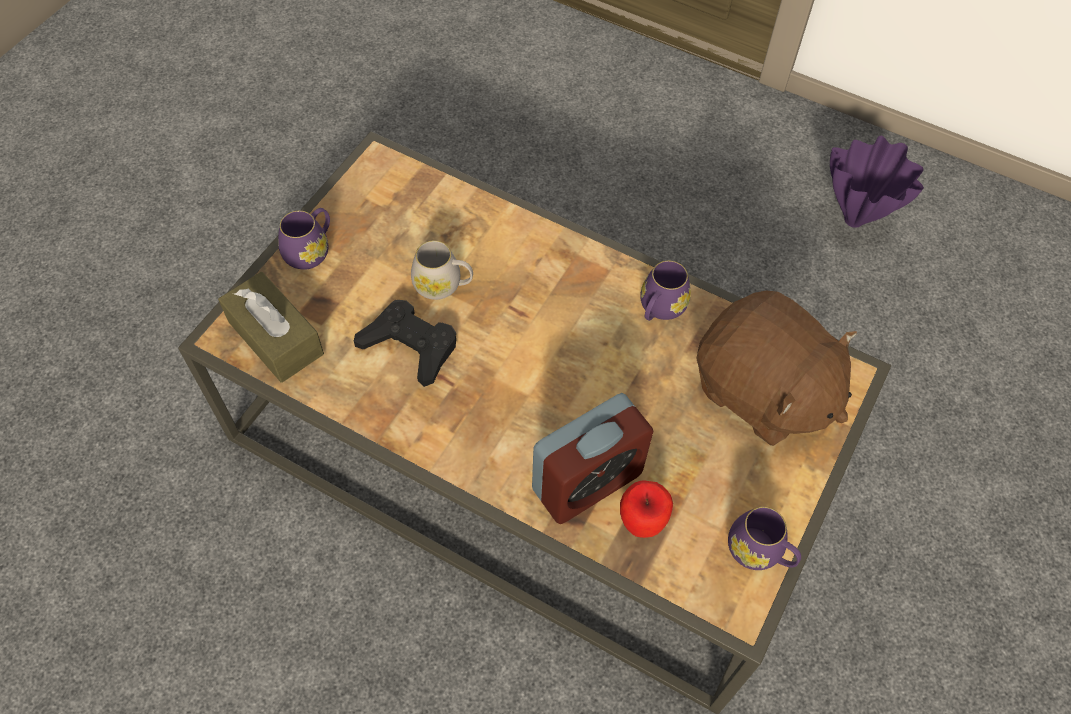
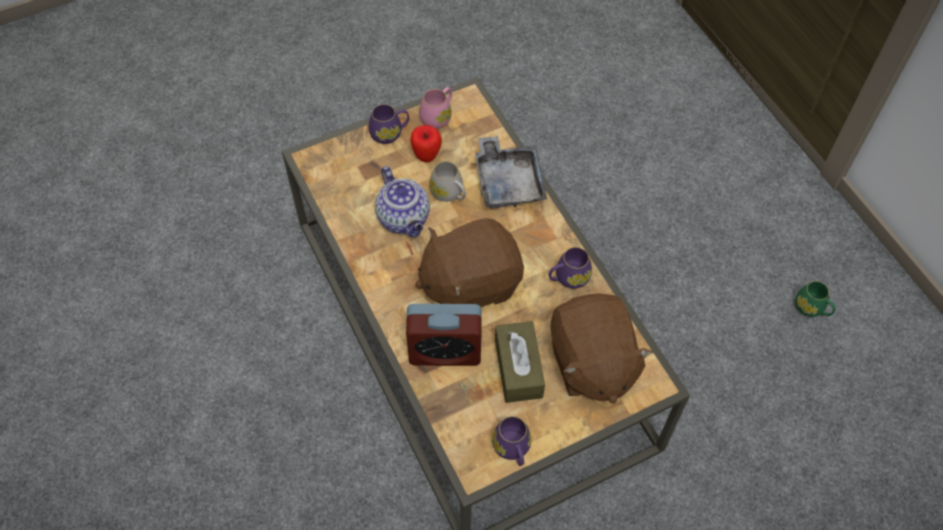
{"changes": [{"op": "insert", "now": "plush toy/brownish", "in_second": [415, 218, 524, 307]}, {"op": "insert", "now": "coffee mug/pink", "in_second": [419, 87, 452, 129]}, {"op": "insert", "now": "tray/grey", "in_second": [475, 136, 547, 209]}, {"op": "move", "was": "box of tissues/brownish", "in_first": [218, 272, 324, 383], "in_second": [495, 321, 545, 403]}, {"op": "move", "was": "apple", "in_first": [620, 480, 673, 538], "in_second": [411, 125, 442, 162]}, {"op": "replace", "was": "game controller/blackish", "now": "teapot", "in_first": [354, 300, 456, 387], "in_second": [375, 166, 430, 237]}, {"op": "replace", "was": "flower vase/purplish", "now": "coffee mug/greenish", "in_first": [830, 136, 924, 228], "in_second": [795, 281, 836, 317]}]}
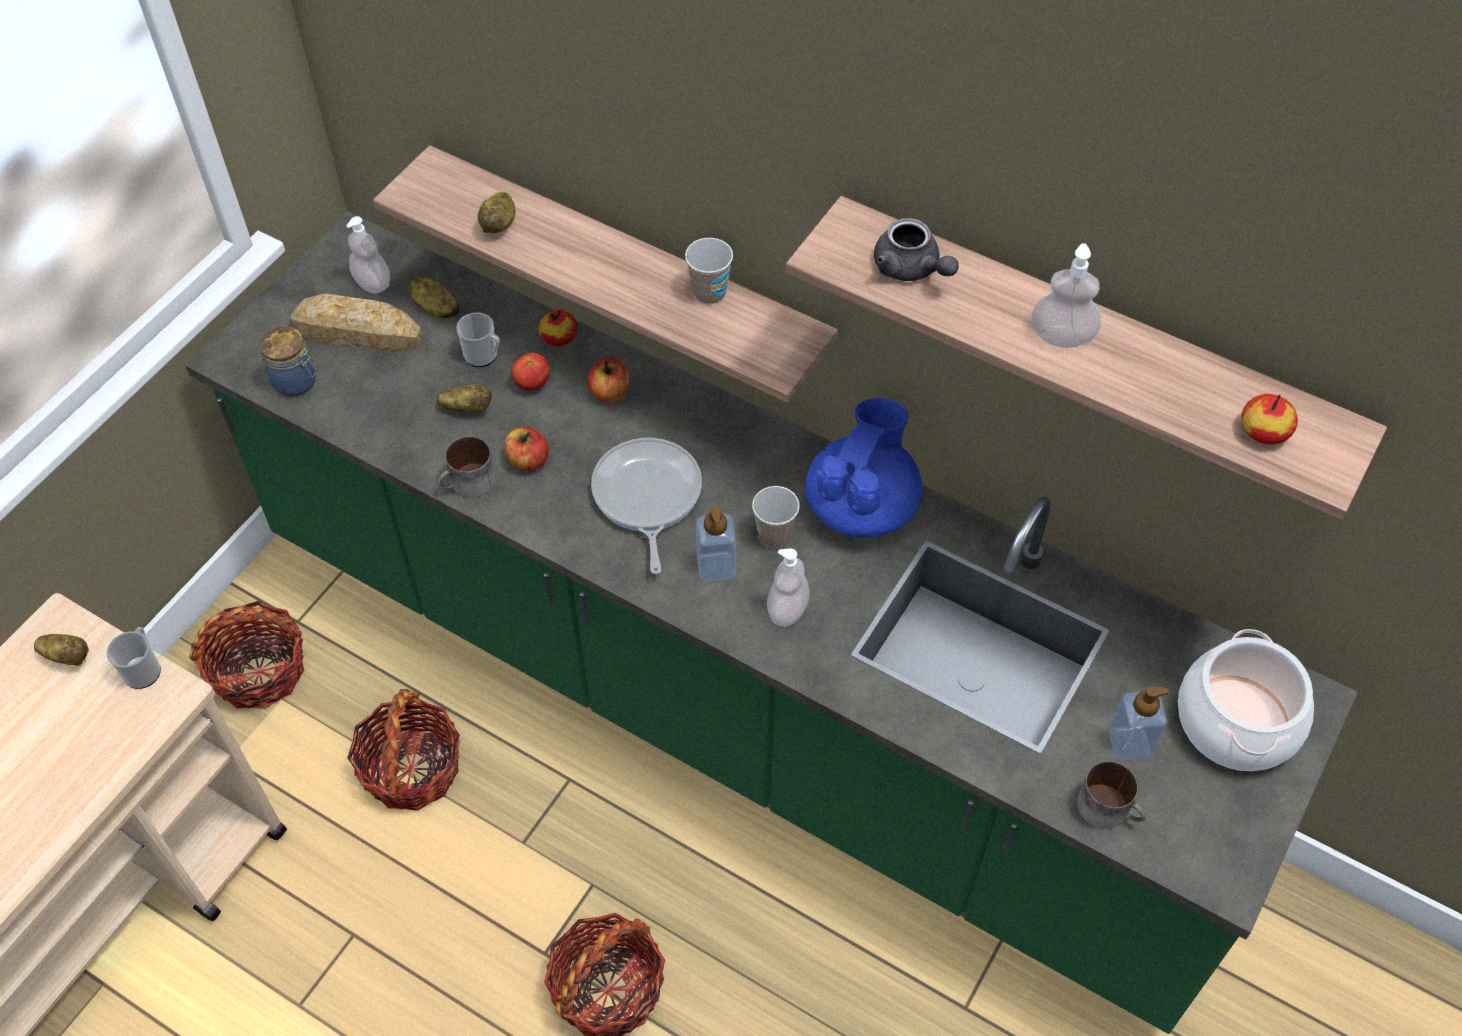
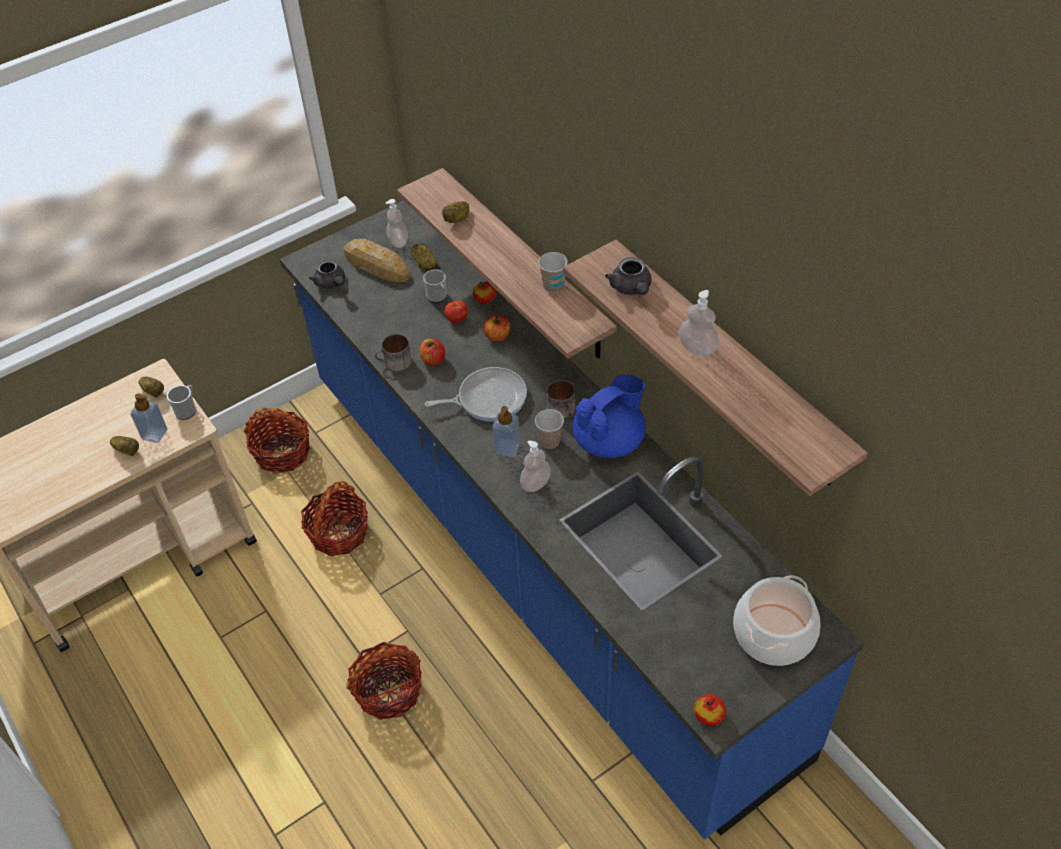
{"changes": [{"op": "move", "was": "whole potato", "in_first": [437, 384, 492, 411], "in_second": [110, 436, 139, 456]}, {"op": "move", "was": "coffee mug", "in_first": [1077, 761, 1146, 829], "in_second": [547, 380, 575, 418]}, {"op": "move", "was": "soap bottle", "in_first": [1108, 686, 1169, 760], "in_second": [130, 393, 168, 443]}, {"op": "move", "was": "apple", "in_first": [1241, 394, 1298, 445], "in_second": [694, 694, 726, 726]}, {"op": "replace", "was": "storage jar", "now": "teapot/grey", "in_first": [260, 326, 316, 397], "in_second": [309, 260, 345, 289]}, {"op": "recolor", "was": "kitchen counter/greenish", "now": "kitchen counter/blue-coloured", "in_first": [186, 211, 1358, 1034], "in_second": [280, 200, 864, 839]}, {"op": "rotate", "was": "skillet", "in_first": [591, 438, 702, 574], "in_second": [425, 367, 527, 422], "clockwise": 60}]}
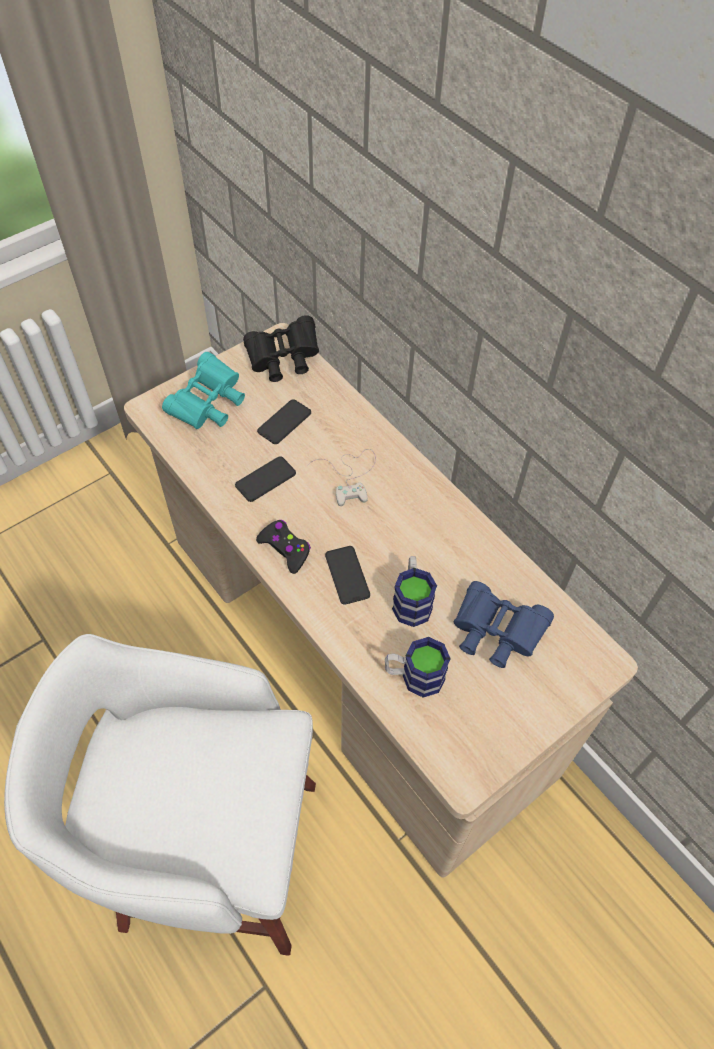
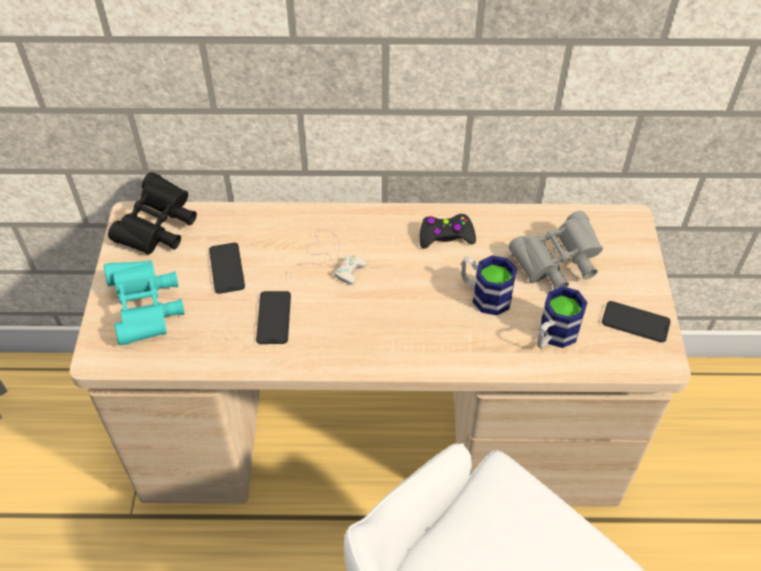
{"changes": [{"op": "move", "was": "game controller/blackish", "in_first": [256, 520, 311, 574], "in_second": [420, 214, 476, 249]}, {"op": "move", "was": "phone", "in_first": [325, 546, 370, 605], "in_second": [602, 301, 671, 343]}, {"op": "recolor", "was": "field glasses/blue-coloured", "now": "field glasses/grey", "in_first": [454, 581, 554, 668], "in_second": [508, 211, 603, 289]}]}
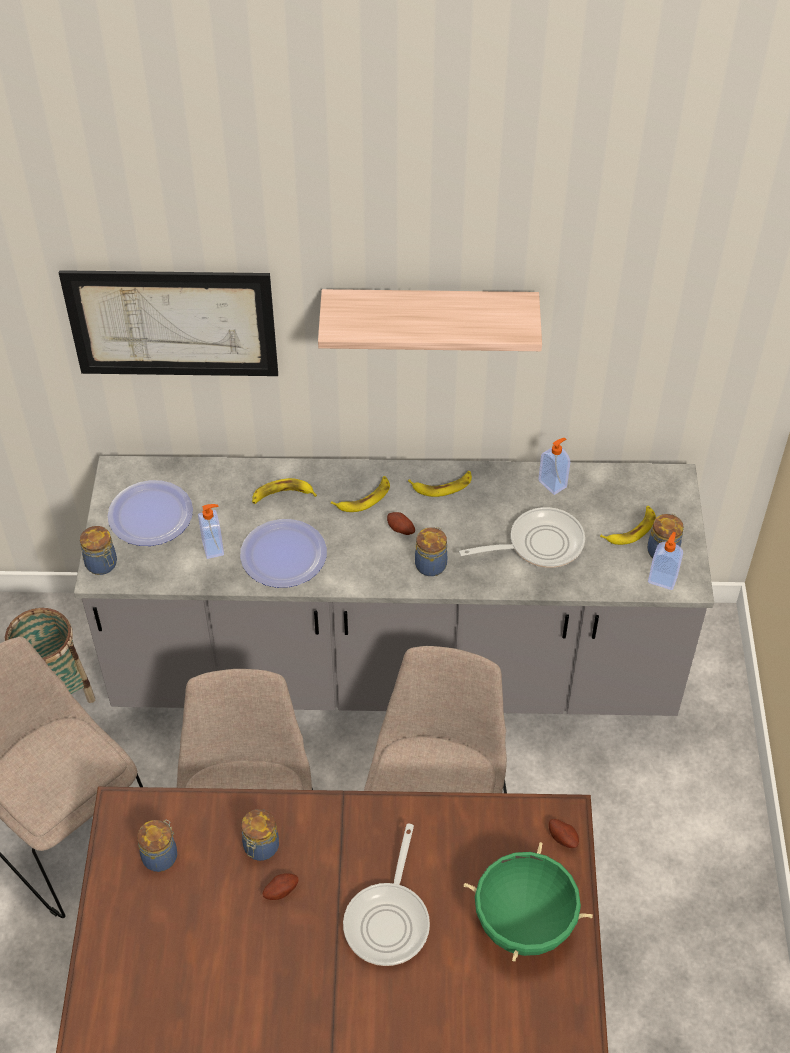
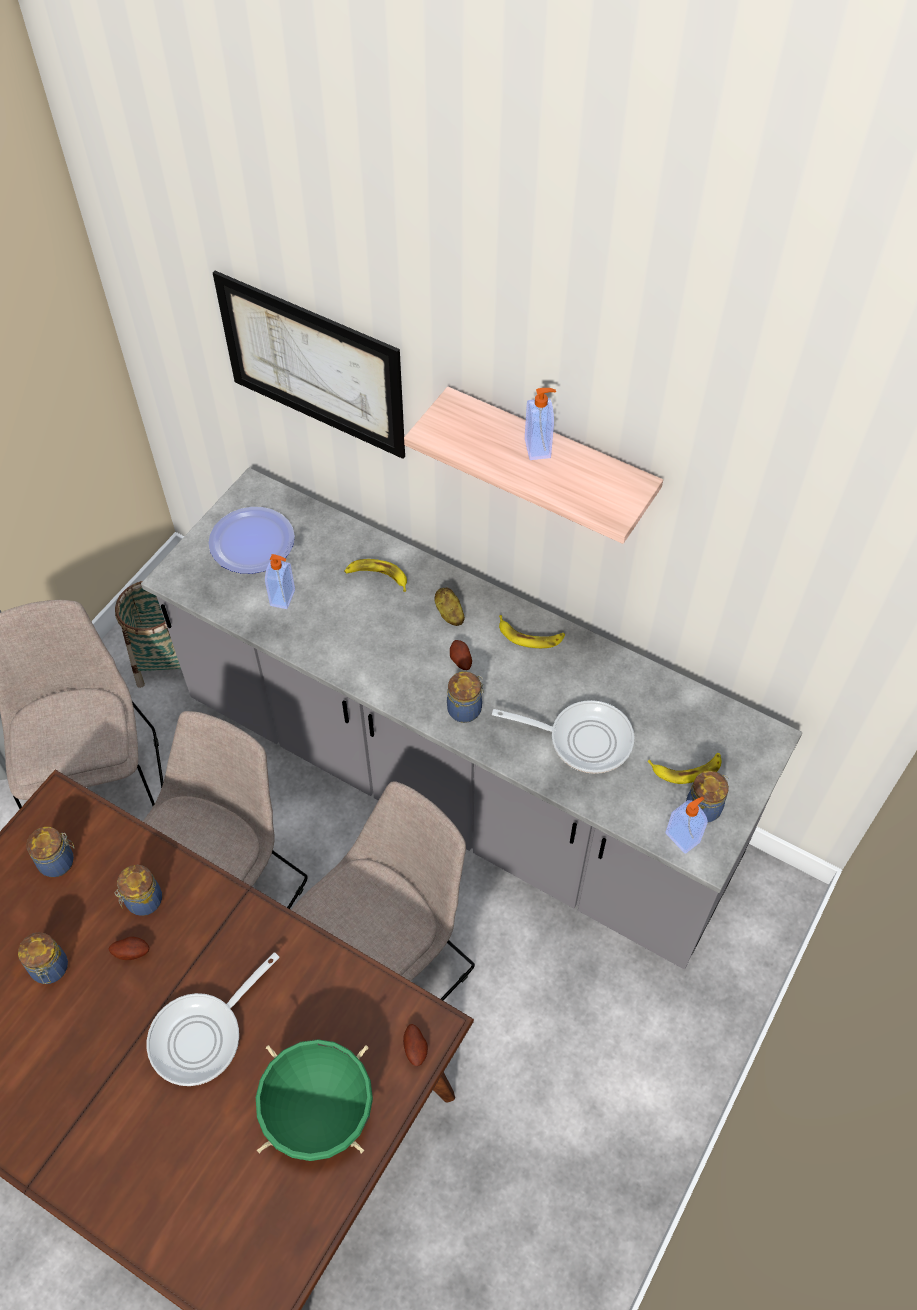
{"changes": [{"op": "delete", "was": "dinner plate", "in_first": [240, 519, 327, 588]}, {"op": "move", "was": "storage jar", "in_first": [80, 526, 117, 575], "in_second": [18, 932, 68, 984]}, {"op": "move", "was": "soap bottle", "in_first": [538, 438, 570, 495], "in_second": [525, 388, 556, 460]}, {"op": "replace", "was": "banana fruit", "now": "whole potato", "in_first": [331, 476, 390, 512], "in_second": [435, 588, 465, 626]}]}
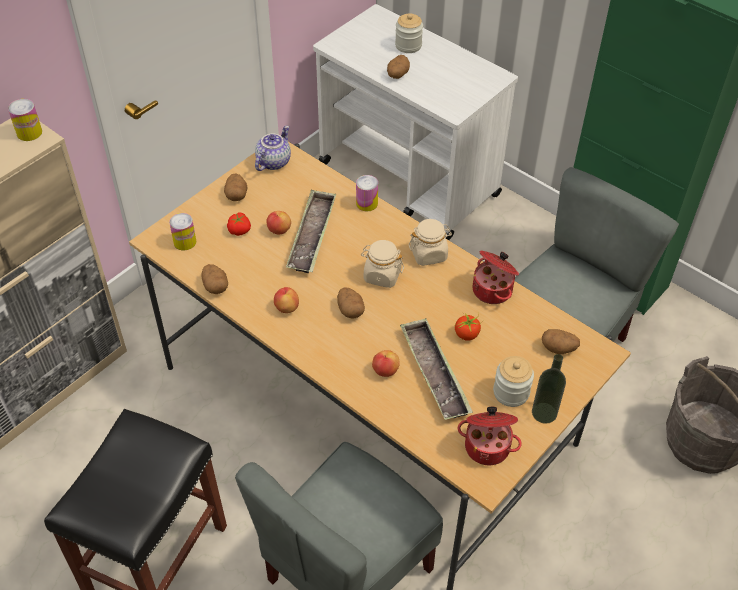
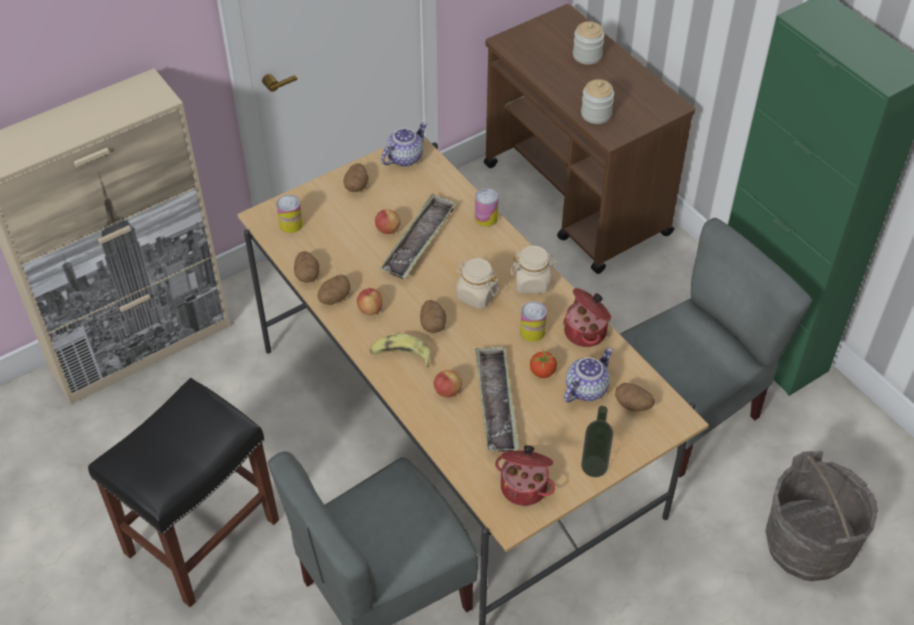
{"changes": [{"op": "delete", "was": "tomato", "in_first": [227, 212, 251, 236]}, {"op": "insert", "now": "banana fruit", "in_second": [370, 333, 431, 368]}, {"op": "insert", "now": "teapot", "in_second": [564, 348, 613, 403]}, {"op": "move", "was": "metal can", "in_first": [8, 99, 42, 141], "in_second": [520, 301, 547, 342]}, {"op": "move", "was": "whole potato", "in_first": [387, 55, 410, 79], "in_second": [318, 275, 351, 305]}, {"op": "move", "was": "storage jar", "in_first": [493, 356, 534, 407], "in_second": [581, 79, 614, 124]}, {"op": "recolor", "was": "wheeled cart/white-coloured", "now": "wheeled cart/brownish", "in_first": [313, 4, 518, 240], "in_second": [484, 4, 695, 274]}]}
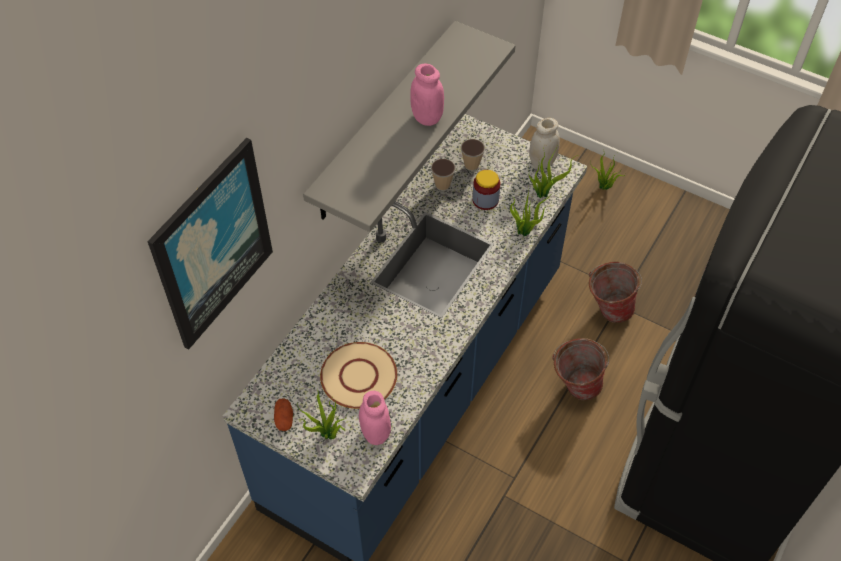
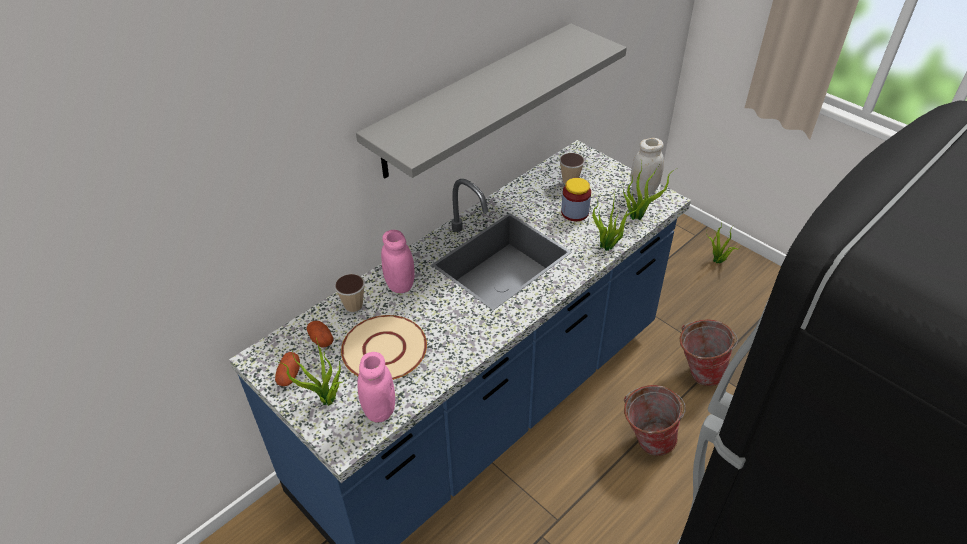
{"changes": [{"op": "delete", "was": "wall picture", "in_first": [147, 138, 273, 350]}, {"op": "insert", "now": "whole potato", "in_second": [307, 321, 334, 348]}, {"op": "move", "was": "storage jar/pink", "in_first": [410, 64, 444, 126], "in_second": [381, 230, 415, 293]}, {"op": "move", "was": "cup", "in_first": [431, 158, 456, 191], "in_second": [334, 274, 365, 313]}]}
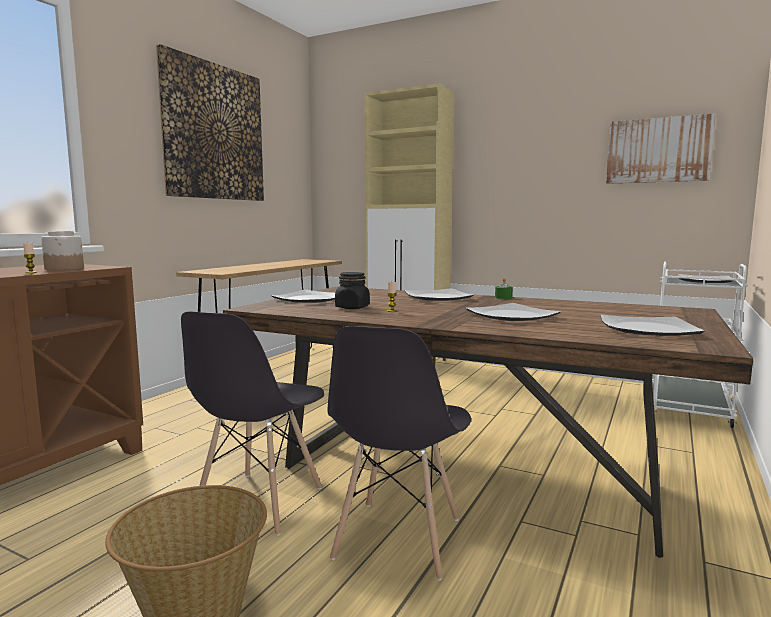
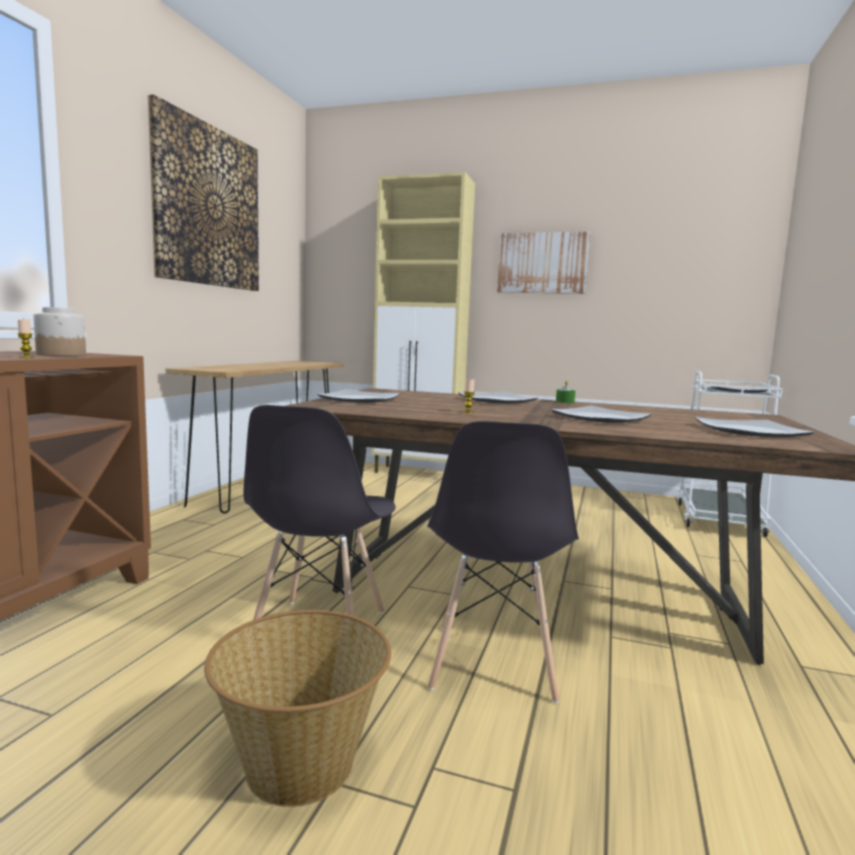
{"changes": [{"op": "delete", "was": "storage jar/blackish", "in_first": [335, 272, 370, 309]}, {"op": "move", "was": "wall picture", "in_first": [606, 113, 716, 184], "in_second": [497, 232, 590, 294]}]}
